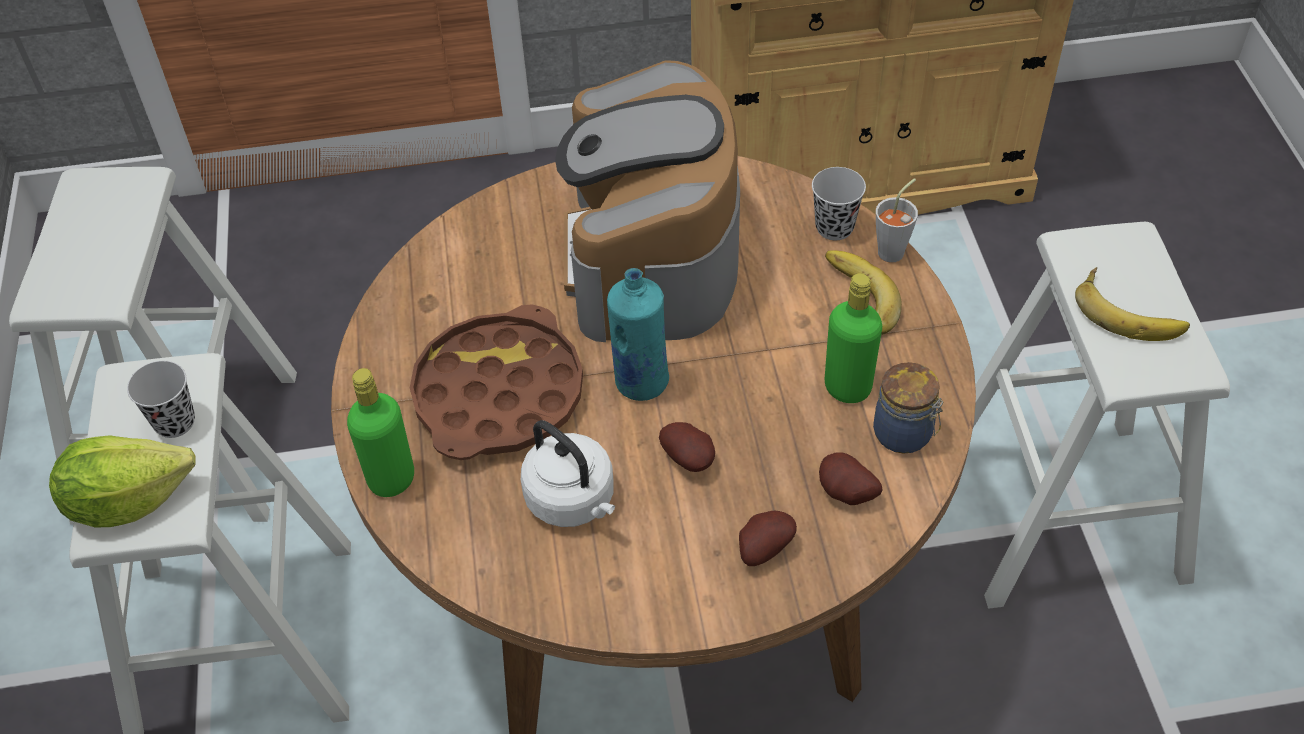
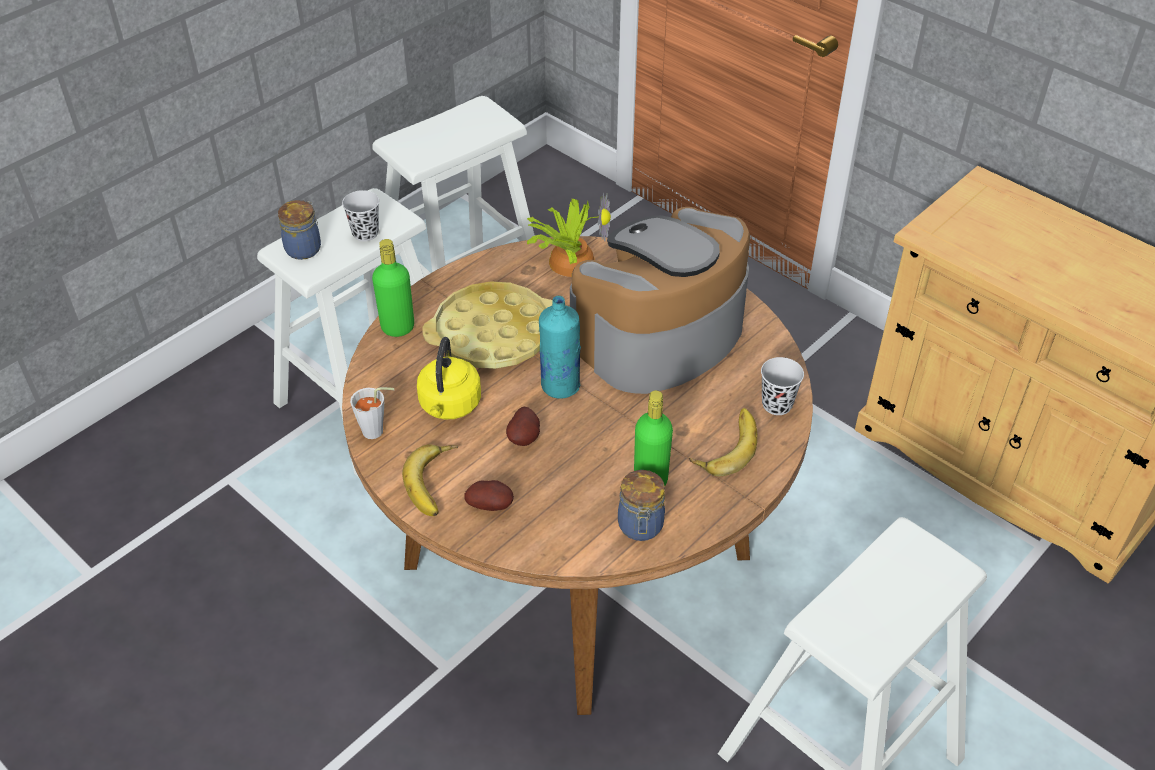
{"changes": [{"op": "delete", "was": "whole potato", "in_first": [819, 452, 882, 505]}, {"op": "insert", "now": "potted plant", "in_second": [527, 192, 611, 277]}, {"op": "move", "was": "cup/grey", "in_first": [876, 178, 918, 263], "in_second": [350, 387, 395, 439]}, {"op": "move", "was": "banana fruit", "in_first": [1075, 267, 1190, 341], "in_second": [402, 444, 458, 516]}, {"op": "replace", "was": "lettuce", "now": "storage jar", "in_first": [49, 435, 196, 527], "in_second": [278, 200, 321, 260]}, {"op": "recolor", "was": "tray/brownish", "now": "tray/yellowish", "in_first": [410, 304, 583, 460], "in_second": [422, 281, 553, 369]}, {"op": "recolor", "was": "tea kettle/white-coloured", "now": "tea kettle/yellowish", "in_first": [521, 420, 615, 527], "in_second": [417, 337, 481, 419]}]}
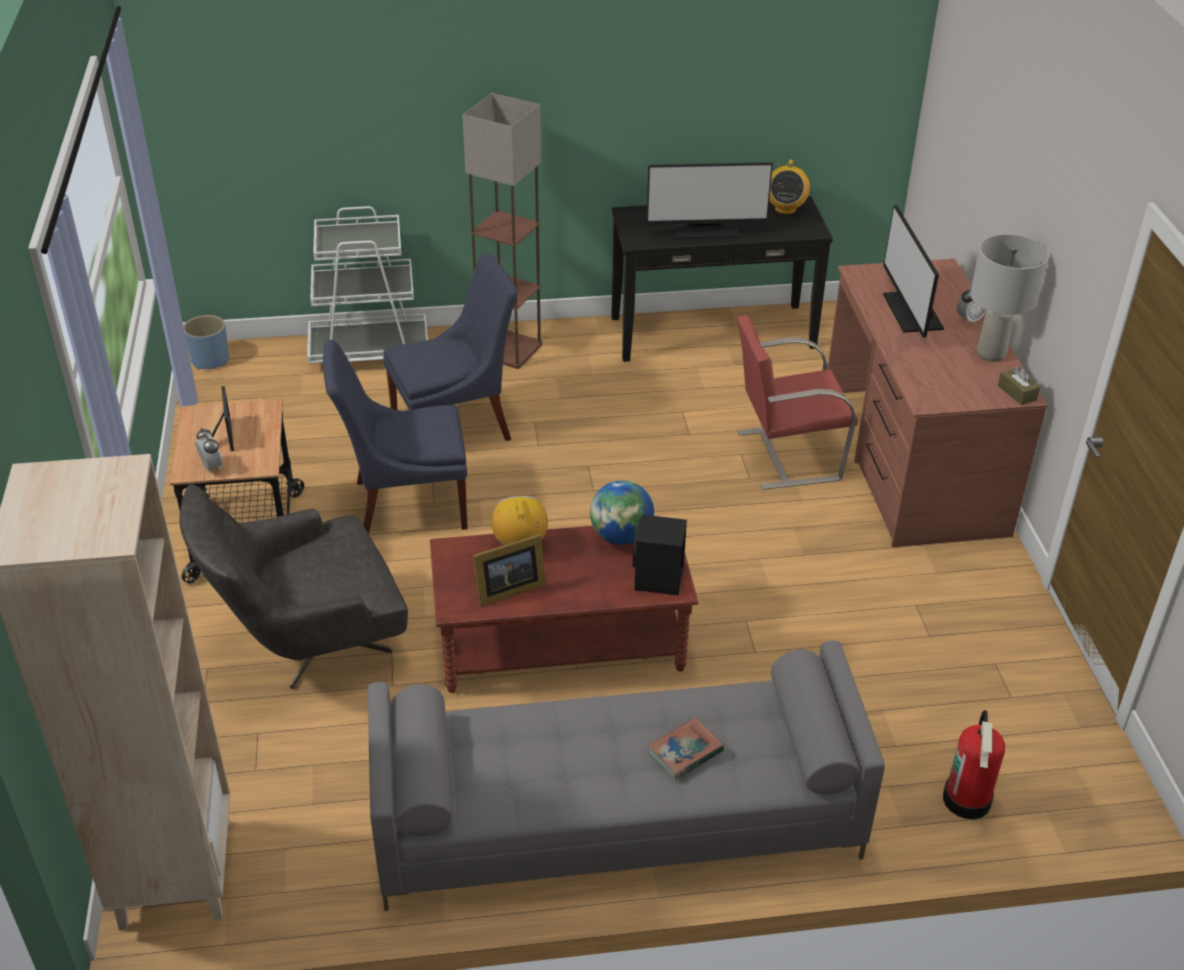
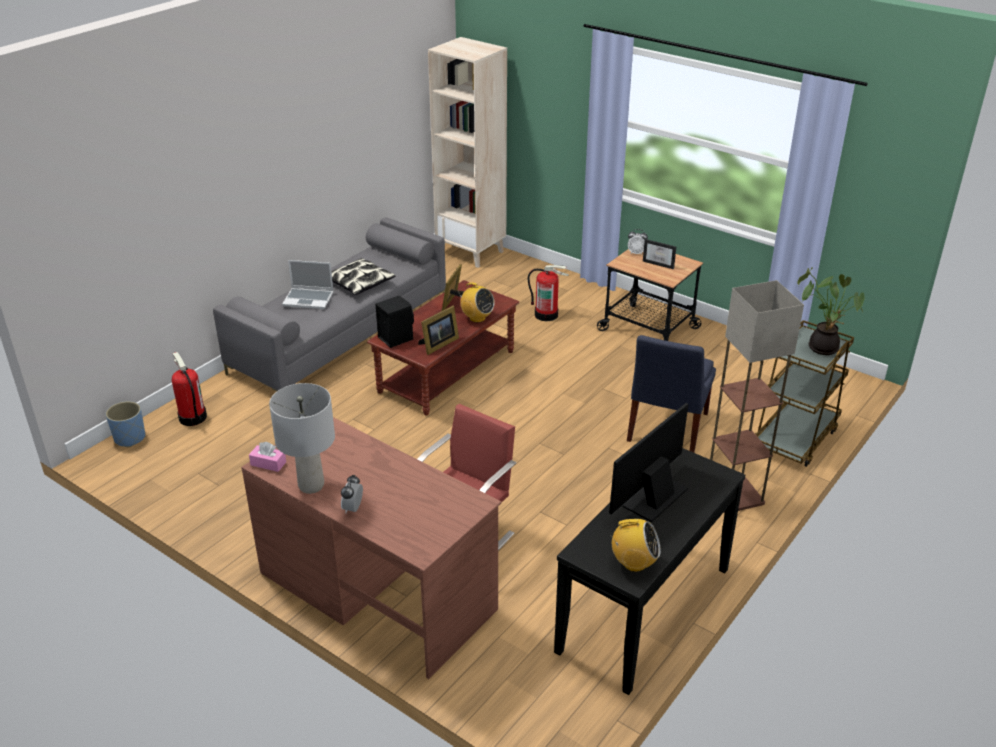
{"changes": [{"op": "delete", "was": "chair/blue-coloured", "in_first": [323, 340, 468, 534]}, {"op": "delete", "was": "computer display", "in_first": [883, 205, 944, 338]}, {"op": "insert", "now": "pillow", "in_second": [331, 258, 396, 295]}, {"op": "insert", "now": "potted plant", "in_second": [798, 267, 865, 355]}, {"op": "move", "was": "flower pot/blue-coloured", "in_first": [183, 315, 229, 370], "in_second": [106, 401, 145, 447]}, {"op": "replace", "was": "lounge chair/grey", "now": "fire extinguisher", "in_first": [179, 484, 408, 689], "in_second": [528, 265, 569, 321]}, {"op": "replace", "was": "globe", "now": "photo frame", "in_first": [590, 480, 654, 545], "in_second": [418, 306, 459, 355]}, {"op": "replace", "was": "volume", "now": "notebook computer", "in_first": [648, 717, 724, 780], "in_second": [282, 260, 334, 309]}, {"op": "recolor", "was": "wheeled cart/white-coloured", "now": "wheeled cart/brownish", "in_first": [307, 206, 428, 363], "in_second": [755, 320, 854, 467]}, {"op": "recolor", "was": "box of tissues/brownish", "now": "box of tissues/pink", "in_first": [998, 367, 1040, 405], "in_second": [249, 442, 286, 472]}, {"op": "rotate", "was": "radio receiver", "in_first": [769, 159, 810, 214], "in_second": [610, 519, 661, 572], "clockwise": 135}]}
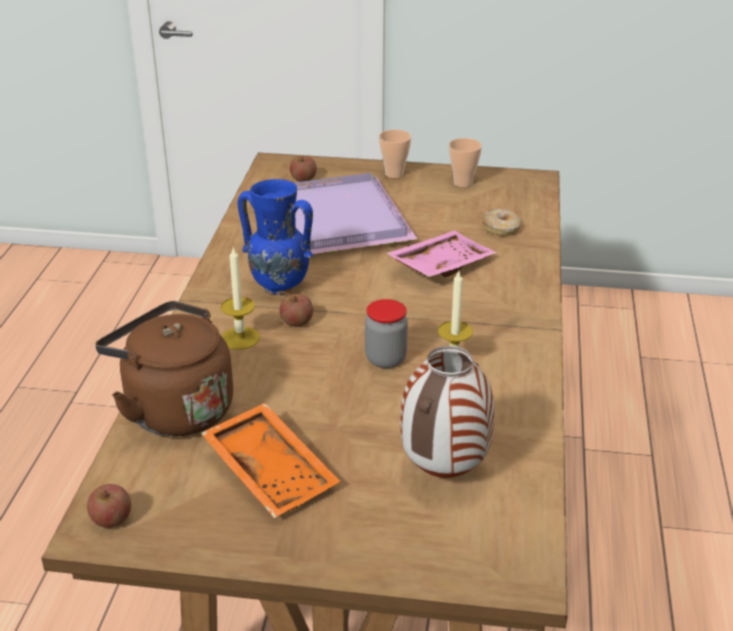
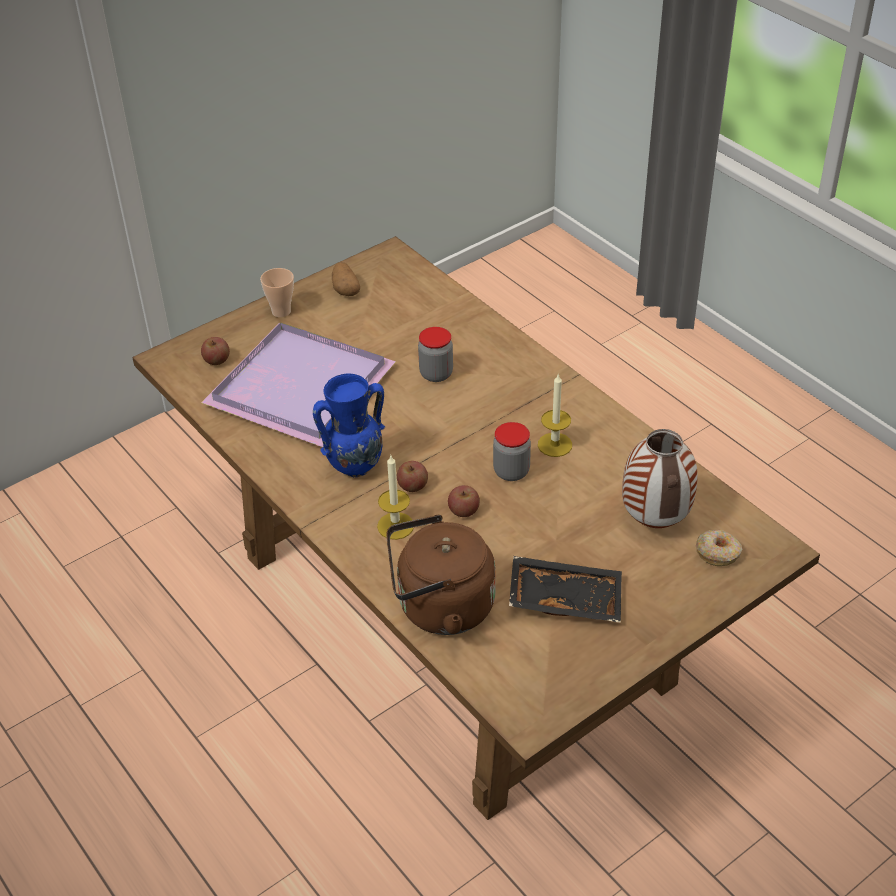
{"changes": [{"op": "move", "was": "apple", "in_first": [87, 484, 131, 528], "in_second": [448, 485, 480, 517]}, {"op": "move", "was": "doughnut", "in_first": [482, 209, 521, 236], "in_second": [696, 530, 743, 566]}, {"op": "replace", "was": "tray/pink", "now": "storage jar", "in_first": [386, 230, 497, 277], "in_second": [418, 327, 453, 382]}, {"op": "replace", "was": "cup", "now": "whole potato", "in_first": [449, 138, 482, 187], "in_second": [332, 262, 360, 296]}, {"op": "recolor", "was": "tray/orange-coloured", "now": "tray/blackish", "in_first": [201, 403, 341, 518], "in_second": [509, 556, 622, 623]}]}
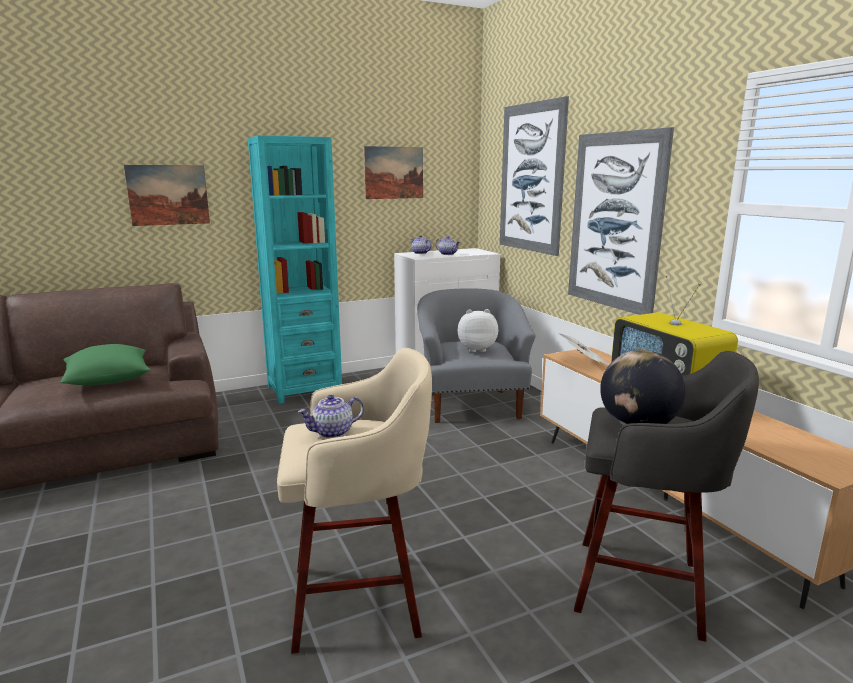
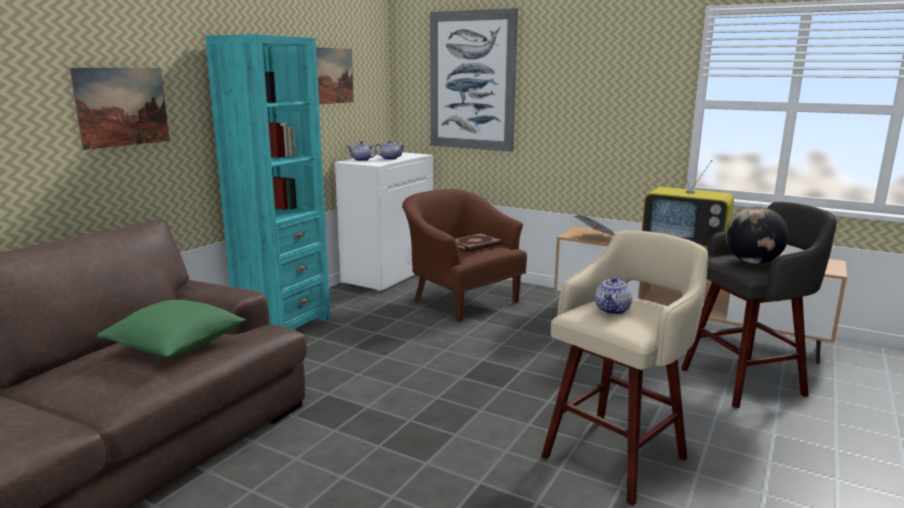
{"changes": [{"op": "delete", "was": "wall picture", "in_first": [568, 127, 674, 315]}, {"op": "replace", "was": "plush toy", "now": "volume", "in_first": [458, 309, 498, 352], "in_second": [455, 233, 502, 252]}, {"op": "recolor", "was": "lounge chair/grey", "now": "lounge chair/brownish", "in_first": [417, 288, 536, 423], "in_second": [402, 189, 527, 322]}]}
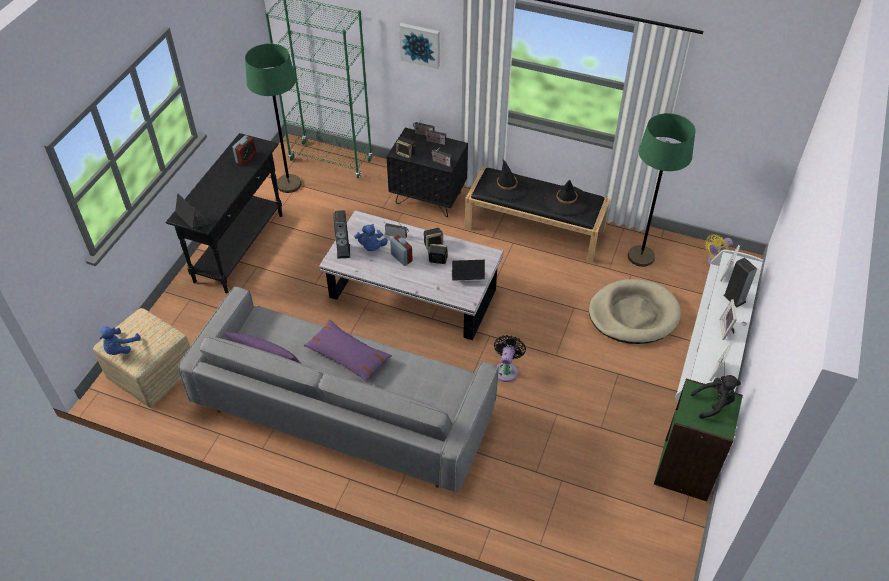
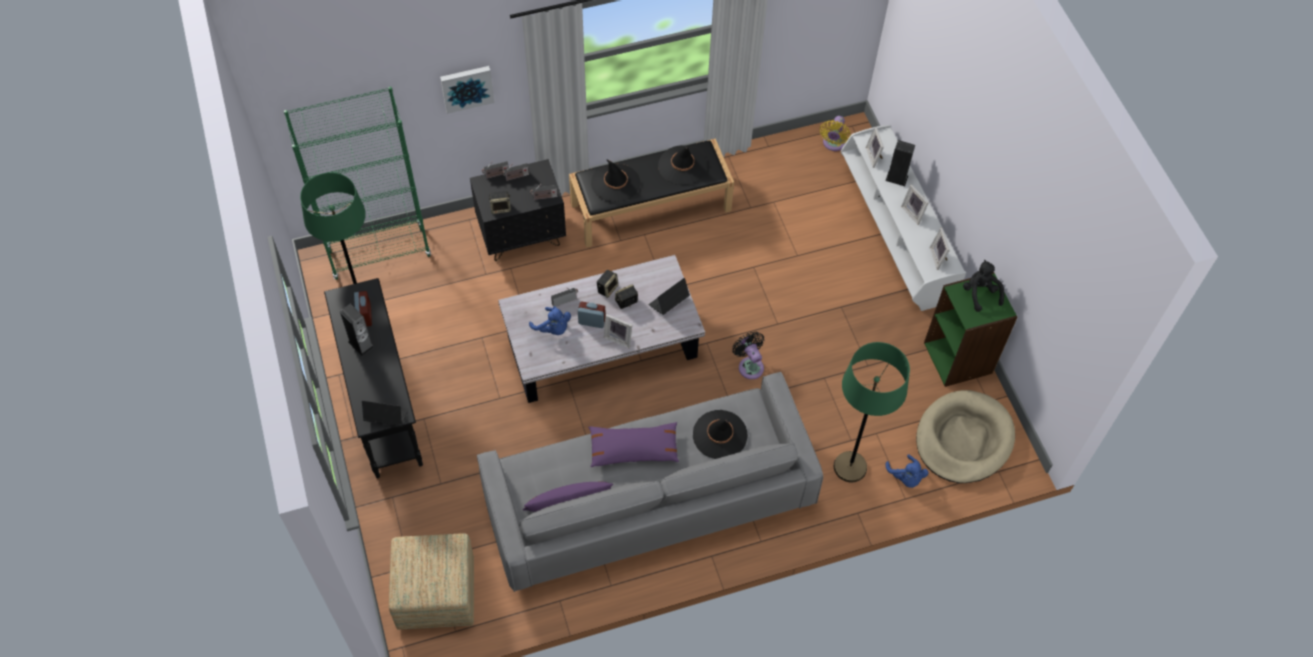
{"changes": [{"op": "insert", "now": "photo frame", "in_second": [604, 314, 632, 348]}, {"op": "insert", "now": "clothing hat/blackish", "in_second": [693, 410, 748, 459]}, {"op": "move", "was": "plush toy/blue-coloured", "in_first": [100, 326, 141, 355], "in_second": [885, 454, 928, 488]}, {"op": "move", "was": "loudspeaker", "in_first": [334, 210, 350, 259], "in_second": [340, 304, 374, 356]}, {"op": "move", "was": "dog bed/sand-coloured", "in_first": [589, 279, 681, 344], "in_second": [916, 390, 1015, 483]}, {"op": "move", "was": "standard lamp/greenish", "in_first": [628, 113, 696, 267], "in_second": [834, 342, 910, 482]}, {"op": "rotate", "was": "plush toy/blackish", "in_first": [690, 375, 741, 419], "in_second": [963, 260, 1005, 312], "clockwise": -60}]}
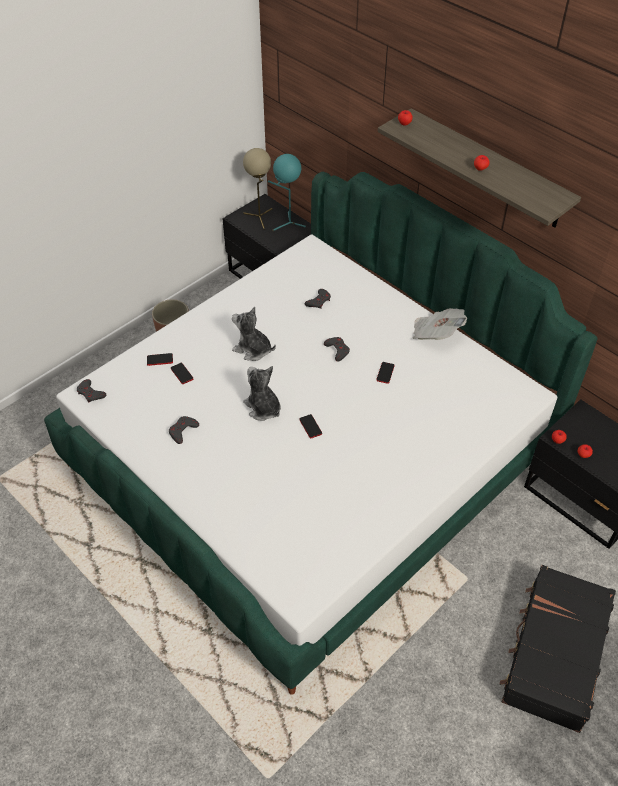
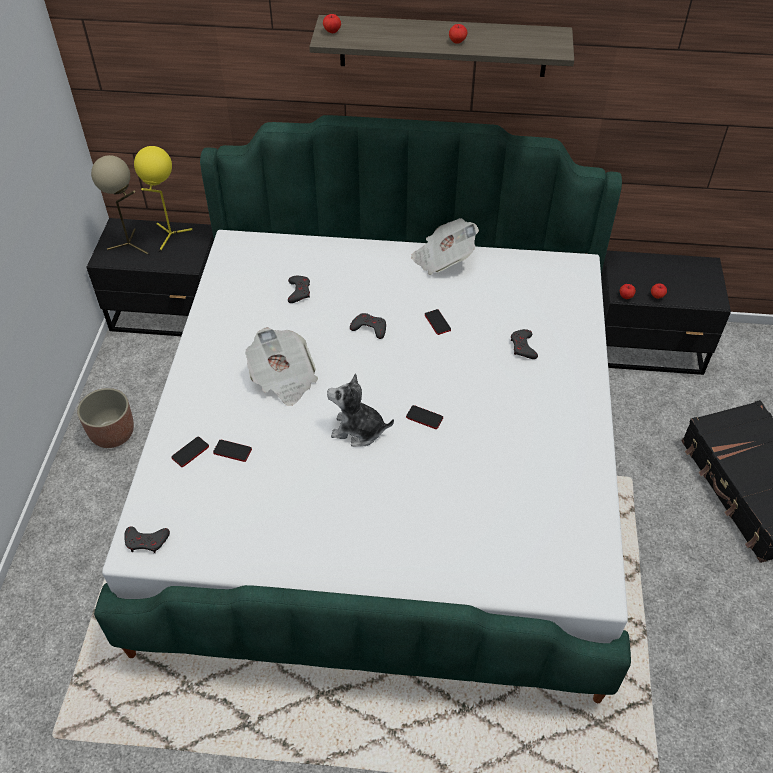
{"changes": [{"op": "move", "was": "game controller/grey", "in_first": [169, 416, 199, 444], "in_second": [511, 329, 538, 359]}, {"op": "replace", "was": "plush toy", "now": "daily paper", "in_first": [232, 307, 276, 361], "in_second": [245, 327, 318, 406]}, {"op": "recolor", "was": "tabletop lamp/turquoise", "now": "tabletop lamp/yellowish", "in_first": [268, 154, 306, 231], "in_second": [134, 146, 192, 252]}]}
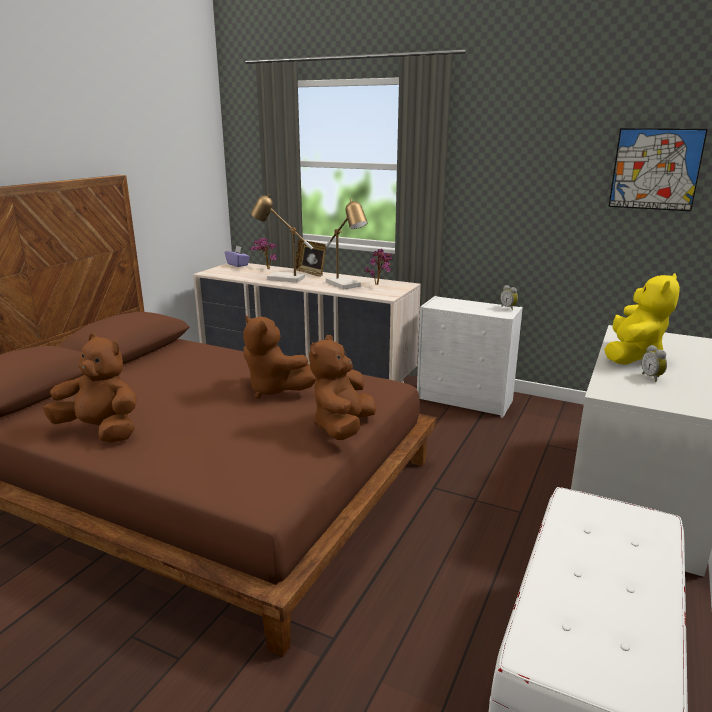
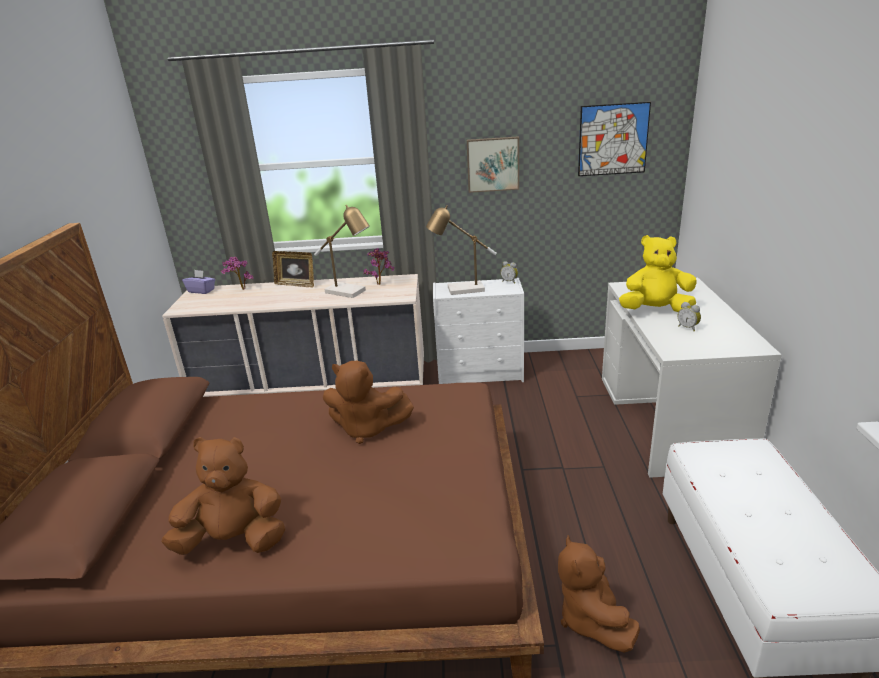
{"changes": [{"op": "insert", "now": "wall picture", "in_second": [467, 136, 519, 193]}, {"op": "move", "was": "tabletop lamp", "in_first": [251, 194, 313, 283], "in_second": [426, 206, 497, 295]}, {"op": "move", "was": "plush toy/brownish", "in_first": [309, 335, 376, 440], "in_second": [558, 535, 640, 653]}, {"op": "rotate", "was": "plush toy/yellowish", "in_first": [604, 273, 680, 365], "in_second": [619, 235, 697, 312], "clockwise": -90}]}
